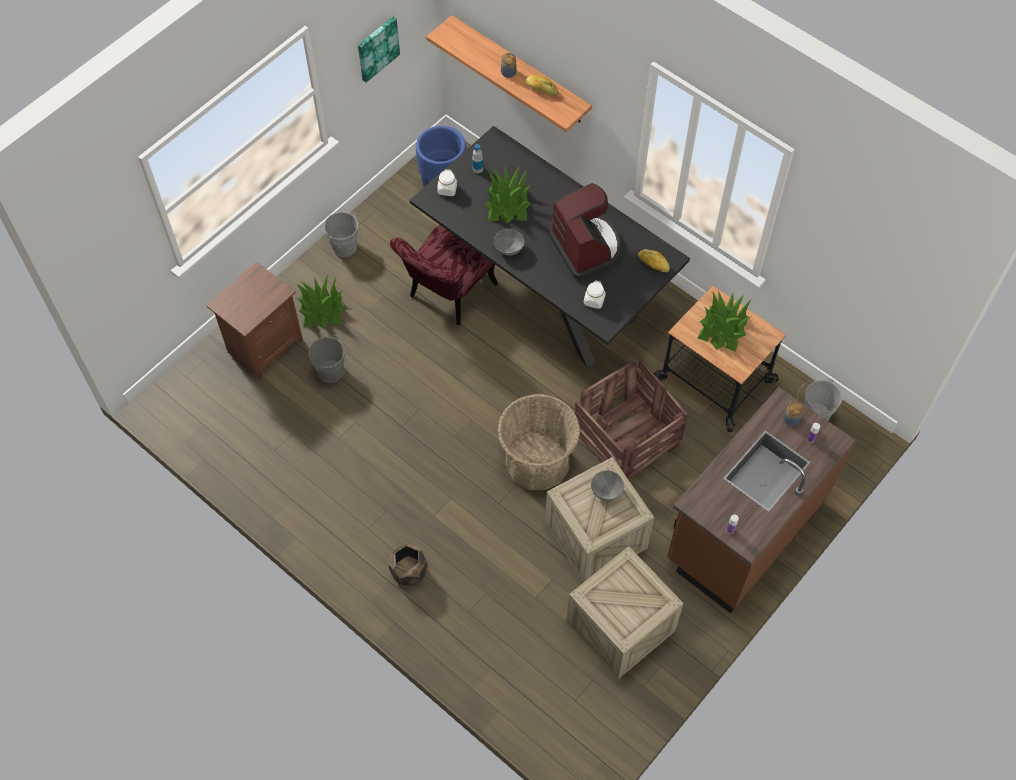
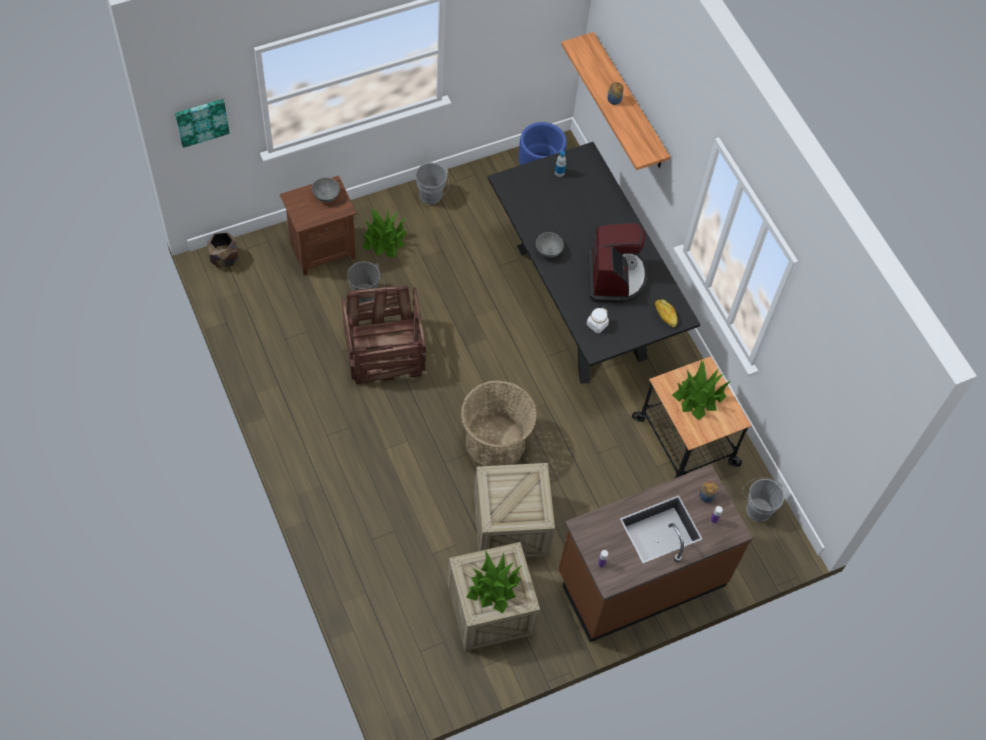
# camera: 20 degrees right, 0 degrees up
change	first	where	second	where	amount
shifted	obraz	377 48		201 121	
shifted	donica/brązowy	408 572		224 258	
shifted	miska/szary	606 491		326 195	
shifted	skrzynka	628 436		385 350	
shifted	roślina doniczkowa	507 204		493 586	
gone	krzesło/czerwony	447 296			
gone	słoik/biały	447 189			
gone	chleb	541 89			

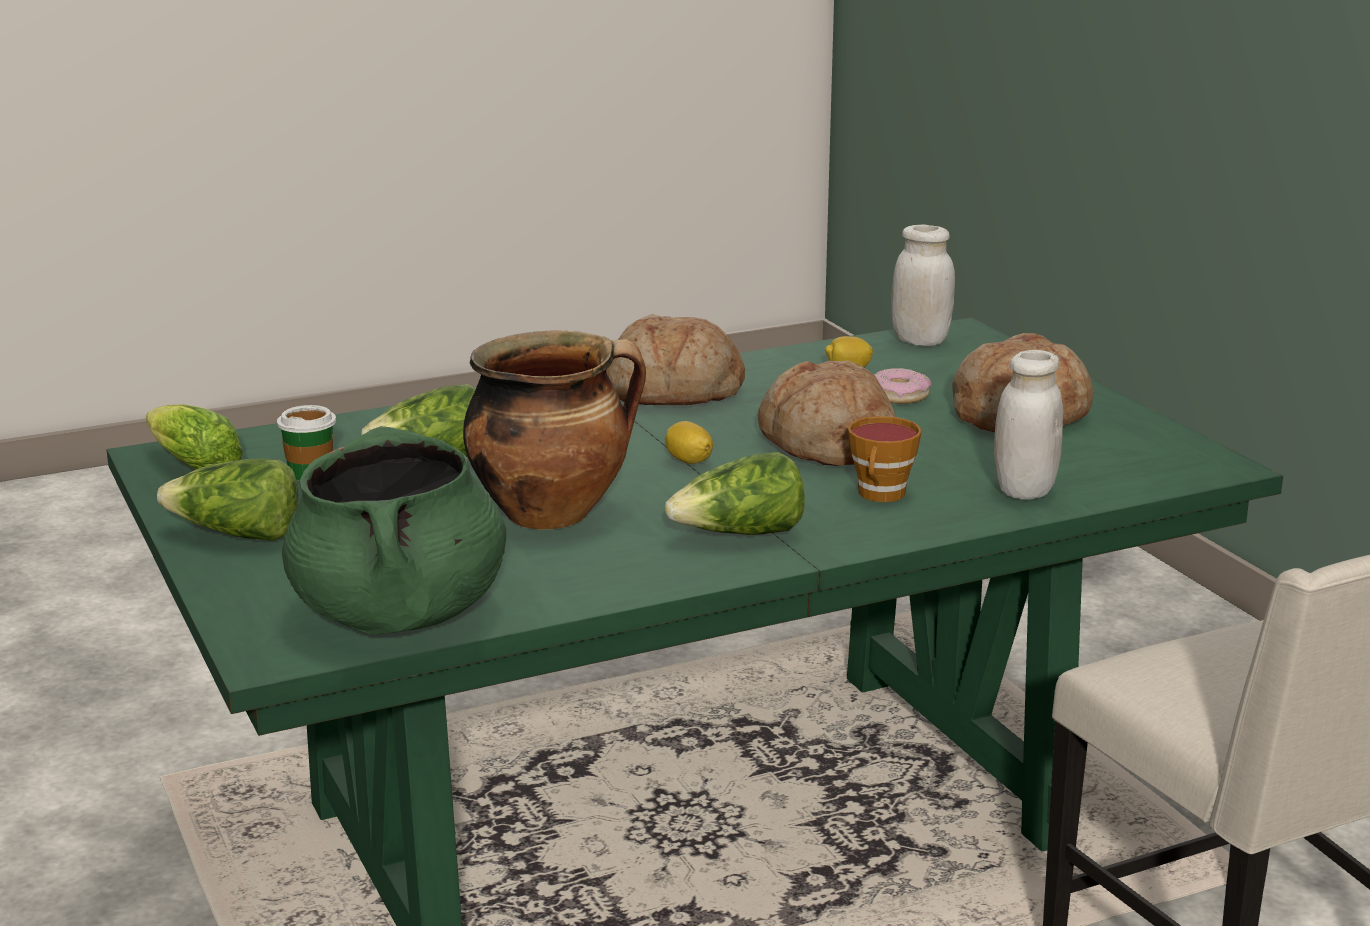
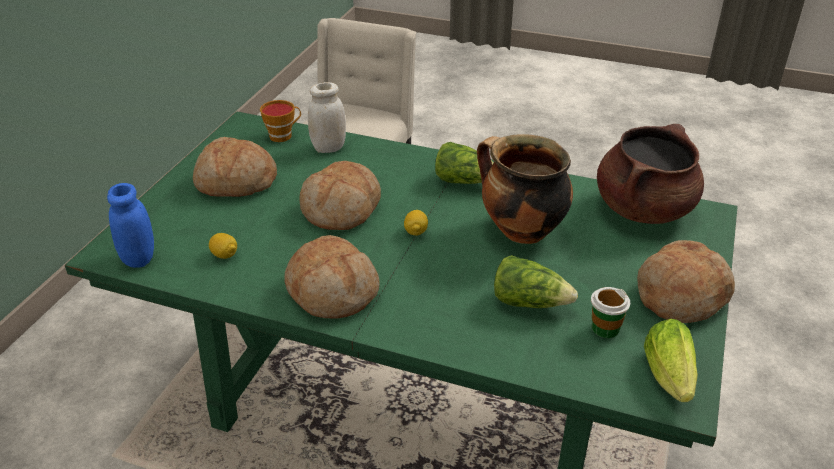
# camera: 135 degrees left, 15 degrees up
change	first	where	second	where	amount
repainted	słoik/biały	920 341	słoik/niebieski	139 258	
shifted	filiżanka	881 495		283 135	
repainted	garnek/zielony	399 614	garnek/brązowy	643 209	
swapped	sałata	237 535	chleb	680 295	
gone	donut	899 395			

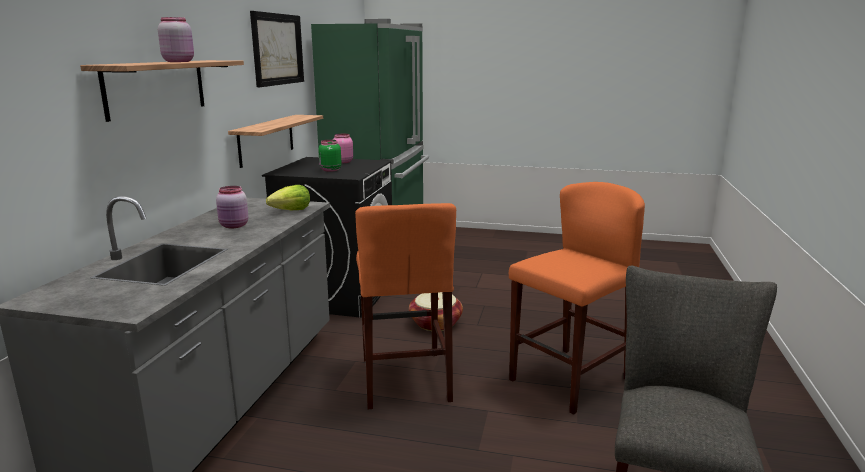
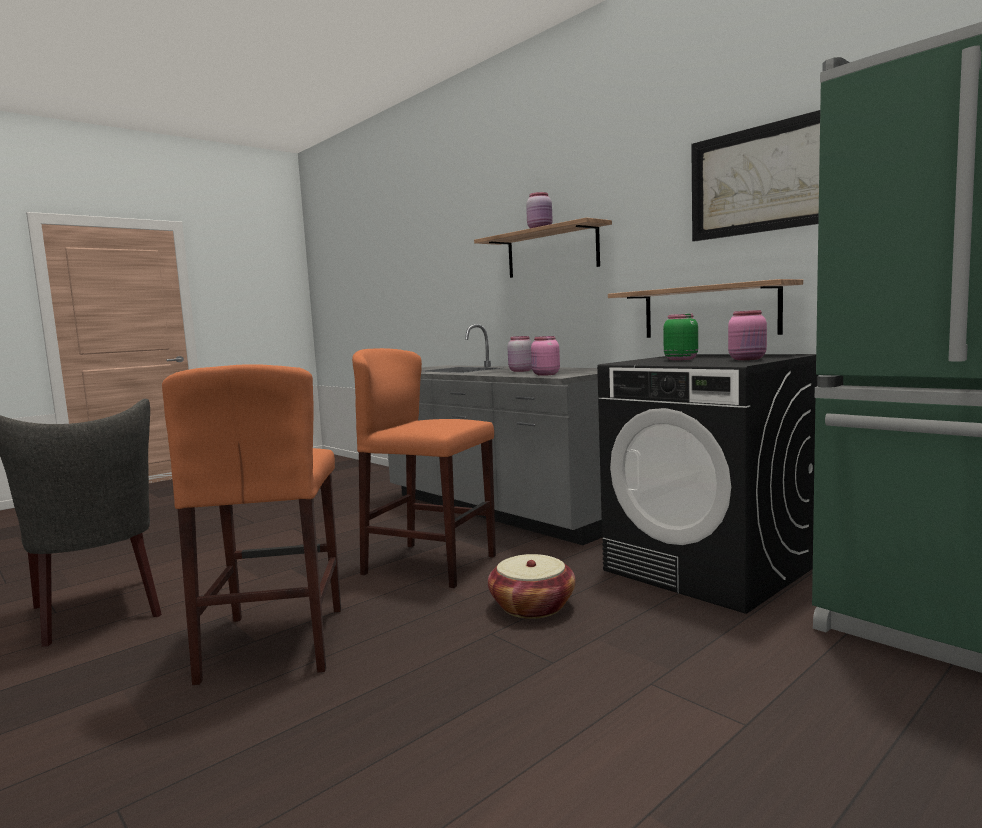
# camera: 125 degrees right, 10 degrees down
change	first	where	second	where	amount
swapped	sałata	291 210	słoik/różowy	545 374	

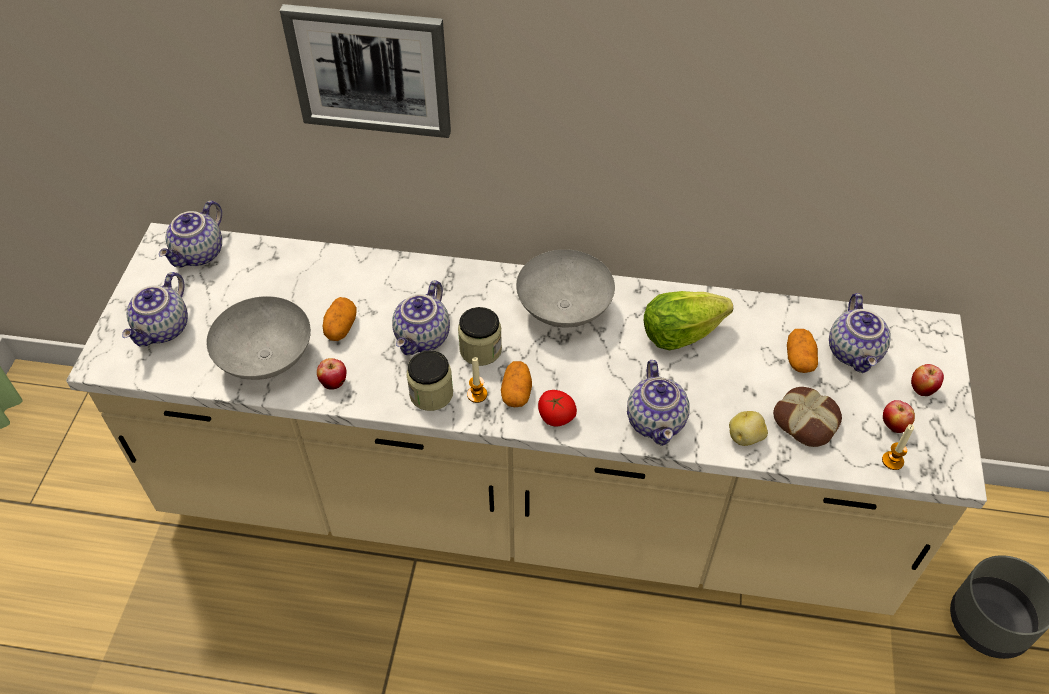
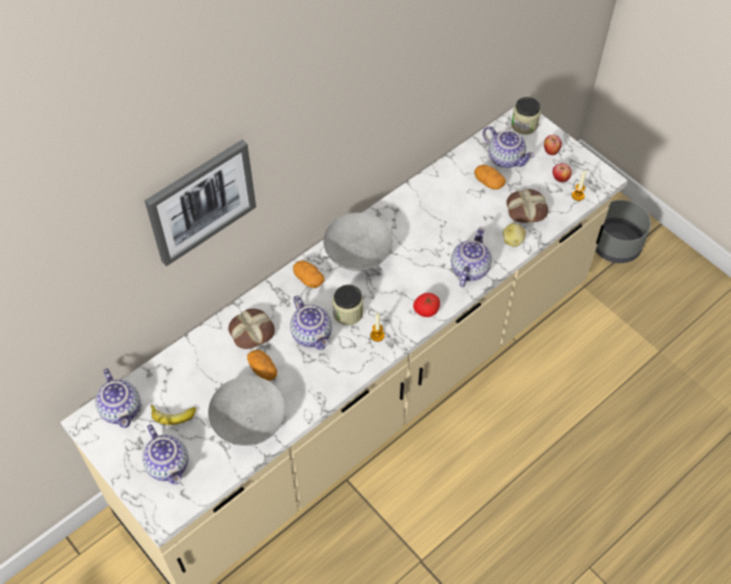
# camera: 50 degrees left, 5 degrees up
change	first	where	second	where	amount
new			banan	172 417	
new			chleb	251 331	
shifted	ziemniak	516 392		308 279	
rotated	imbryk	656 420		469 269	105 degrees counterclockwise
shifted	słoik	431 394		524 125	
gone	jabłko	334 383			
gone	sałata	680 333			

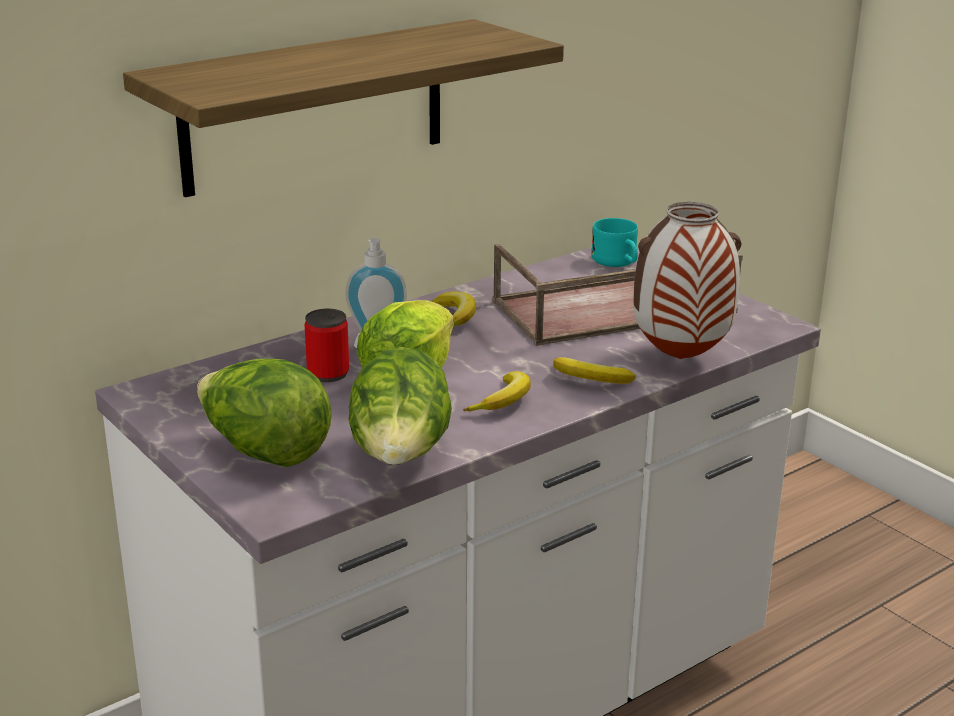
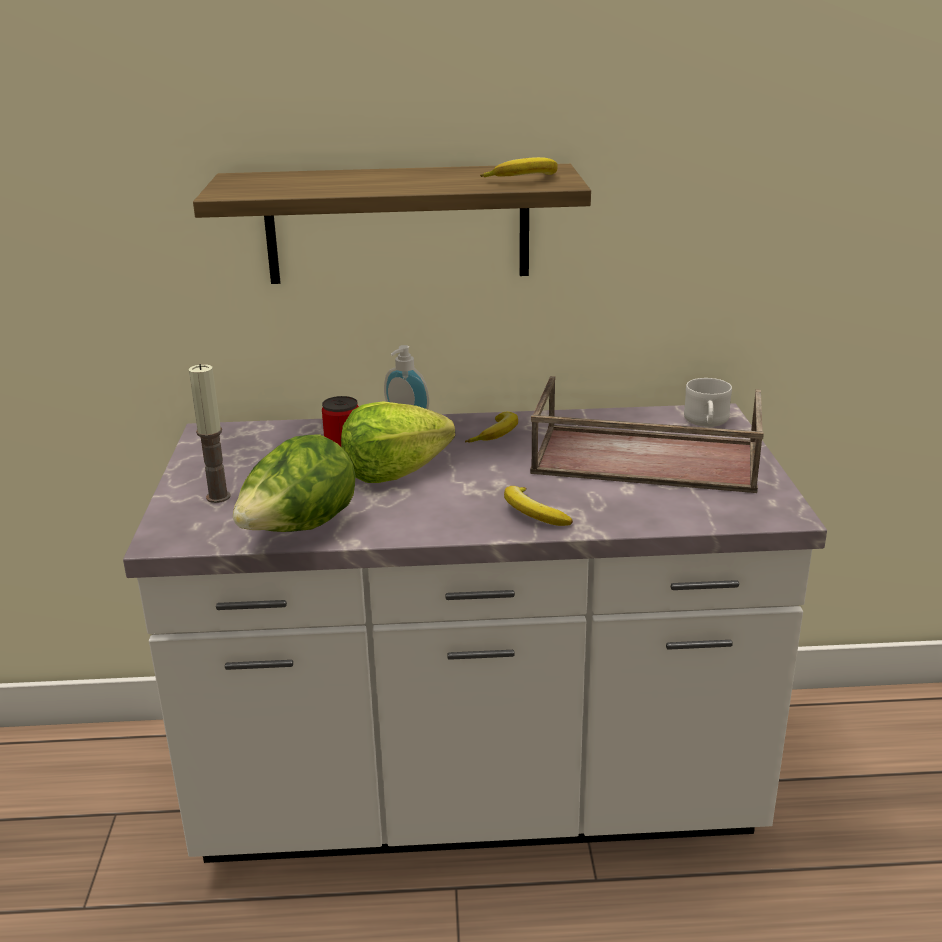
# camera: 35 degrees right, 0 degrees up
change	first	where	second	where	amount
swapped	sałata	264 452	świeca	218 497	
shifted	banan	504 401		525 179	
repainted	kubek/turkusowy	618 262	kubek/biały	706 422	
gone	wazon	679 359			

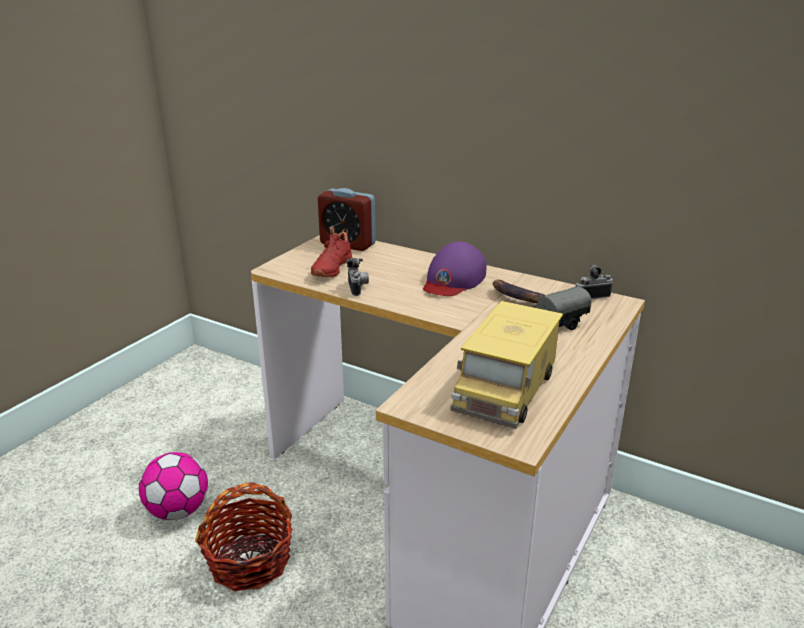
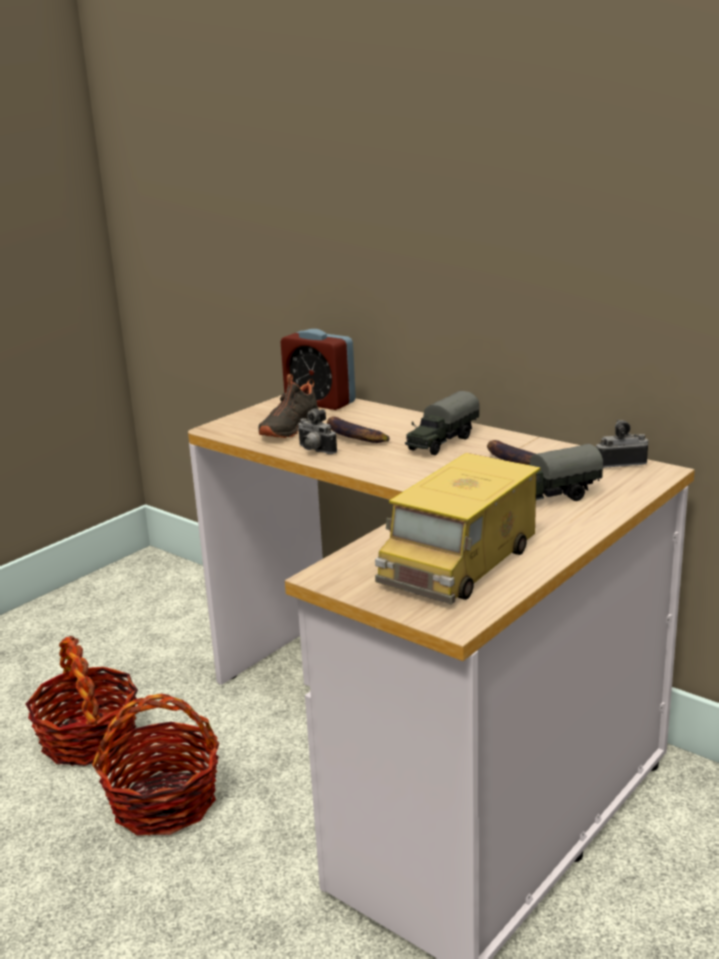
# camera: 10 degrees right, 5 degrees down
change	first	where	second	where	amount
swapped	piłka futbolowa	178 511	koszyk	89 738	
repainted	but/czerwony	330 268	but/czarny	288 428	
rotated	aparat fotograficzny	358 288		314 451	135 degrees clockwise
new			banan	354 437	
swapped	czapka z daszkiem/fioletowy	453 279	ciężarówka zabawkowa	441 442	

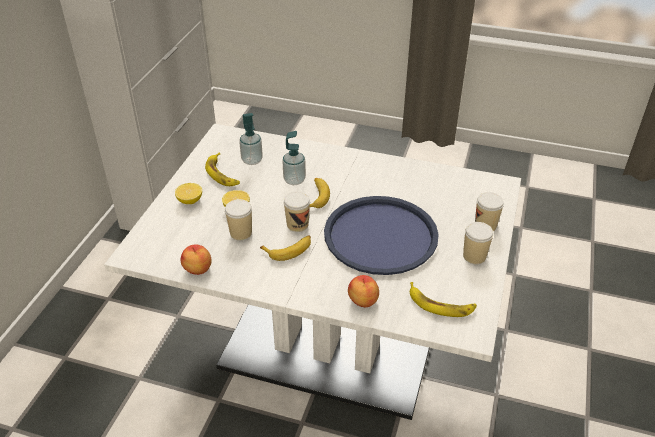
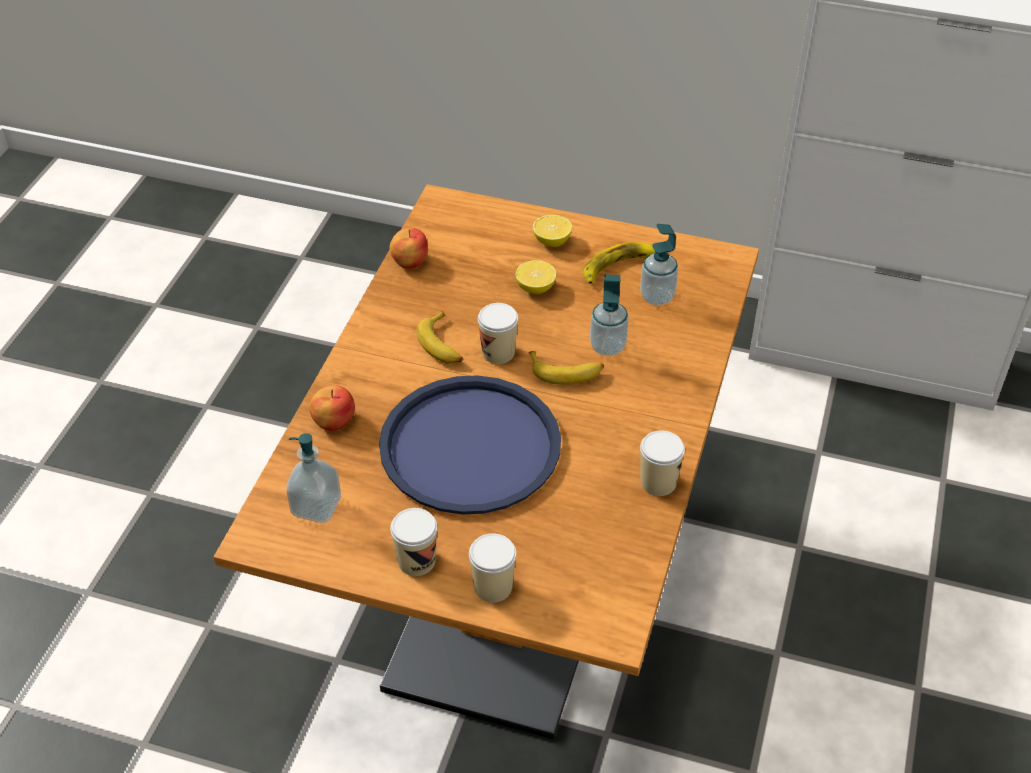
# camera: 90 degrees right, 5 degrees up
change	first	where	second	where	amount
repainted	stół jadalny/biały	327 351	stół jadalny/brązowy	515 583	
swapped	banan	440 304	dozownik mydła	316 507	
shifted	filiżanka	241 233		658 482	

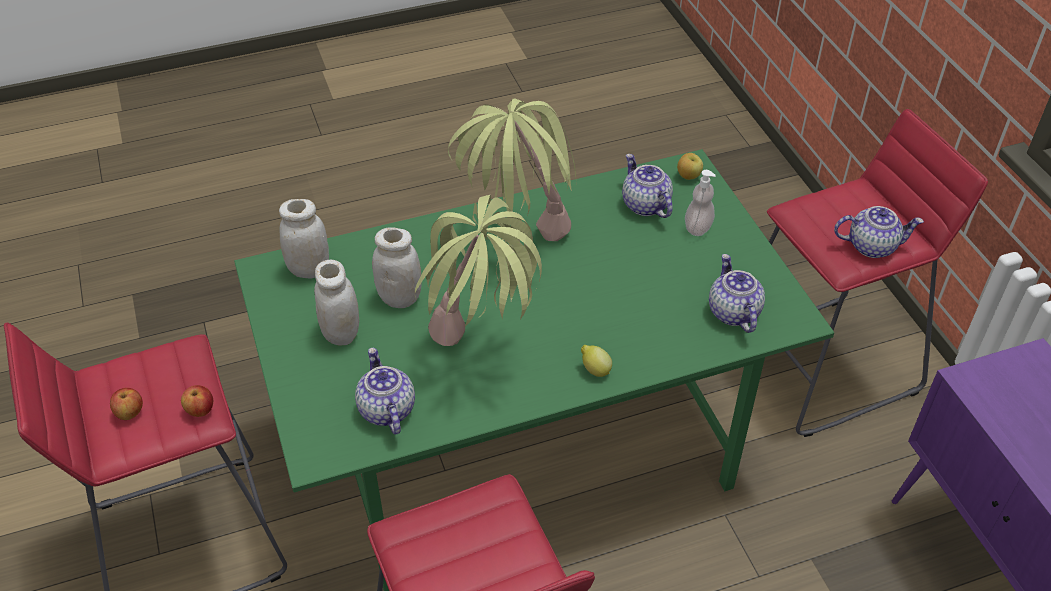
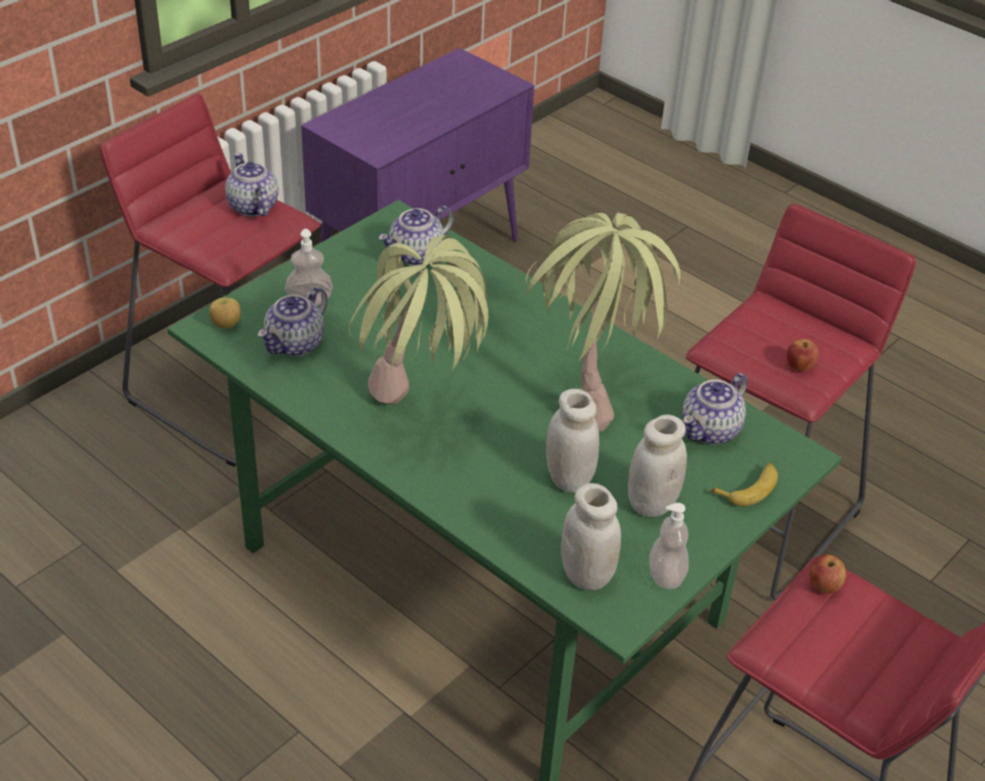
# camera: 120 degrees left, 5 degrees down
change	first	where	second	where	amount
new			dozownik mydła	666 575	
new			banan	749 488	
shifted	jabłko	130 413		799 367	
gone	cytryna	595 370			

